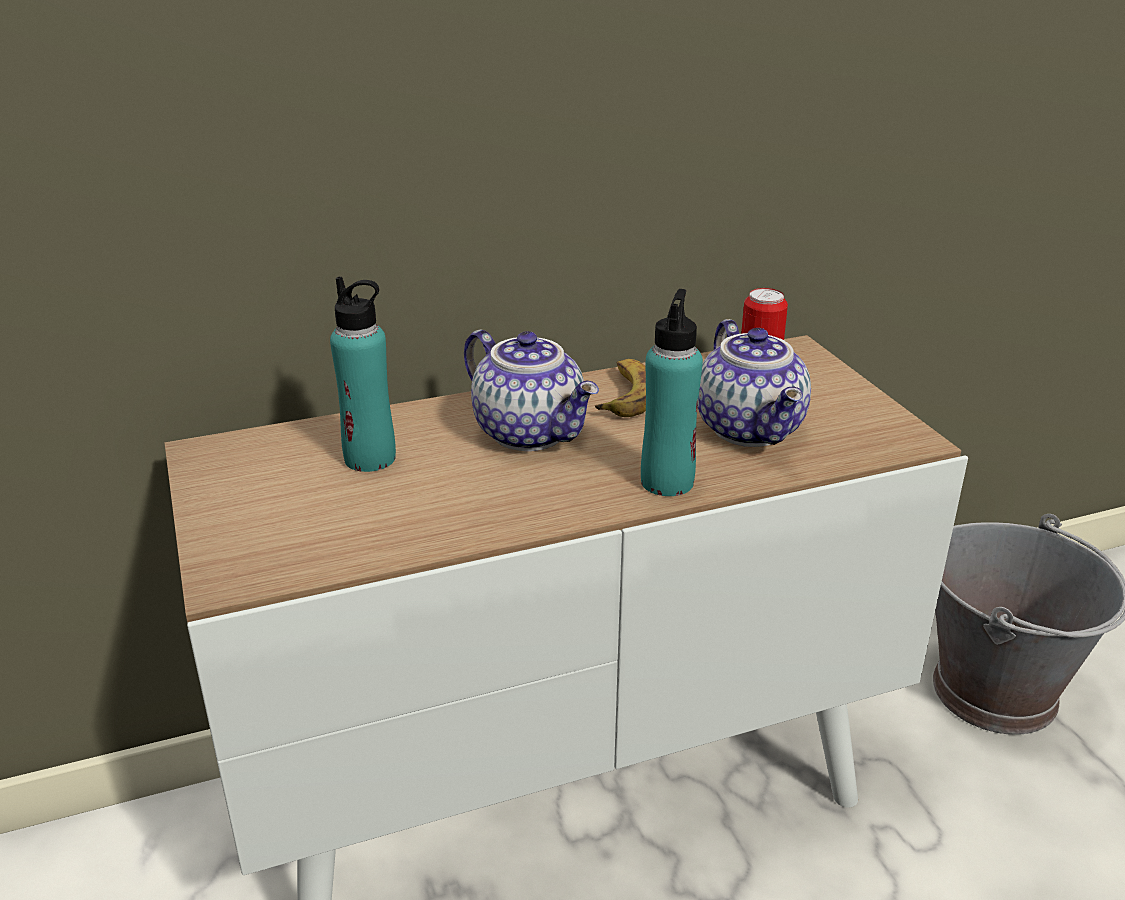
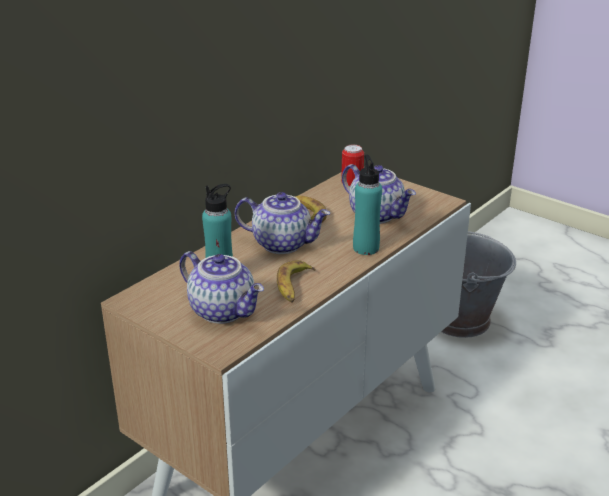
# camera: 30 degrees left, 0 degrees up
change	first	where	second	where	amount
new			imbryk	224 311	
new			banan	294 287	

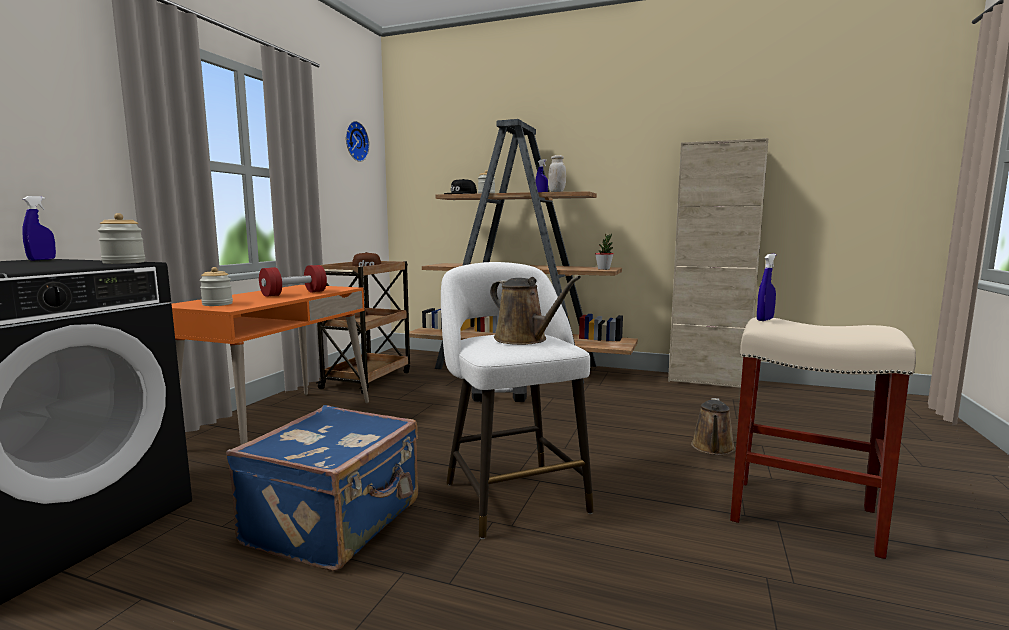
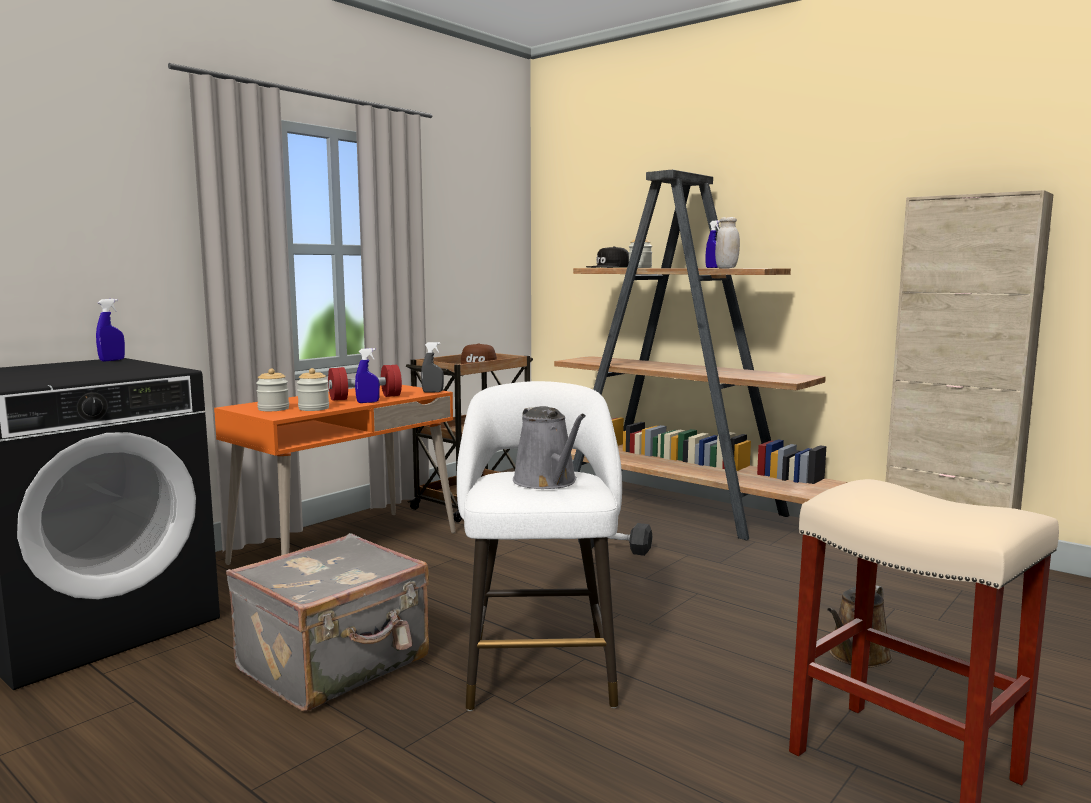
# camera: 20 degrees right, 0 degrees up
change	first	where	second	where	amount
repainted	walizka/niebieski	337 523	walizka/szary	336 665	
shifted	słoik	124 262		313 408	
shifted	spryskiwacz/niebieski	765 319		368 402	
new			spryskiwacz/szary	432 392	
repainted	konewka/brązowy	524 339	konewka/szary	547 482	
gone	zegar ścienny	355 141			
gone	roślina doniczkowa	603 269			

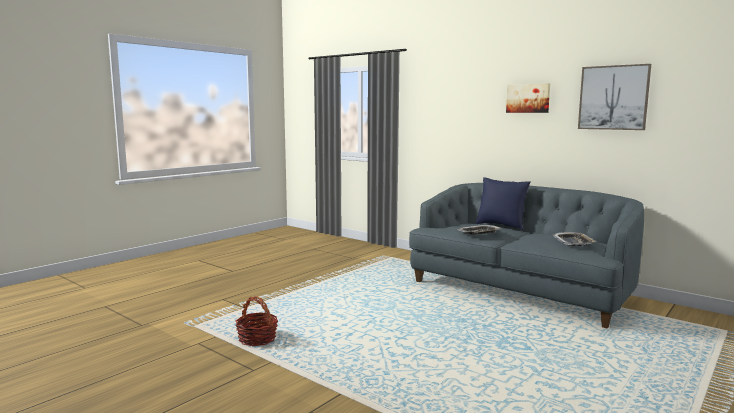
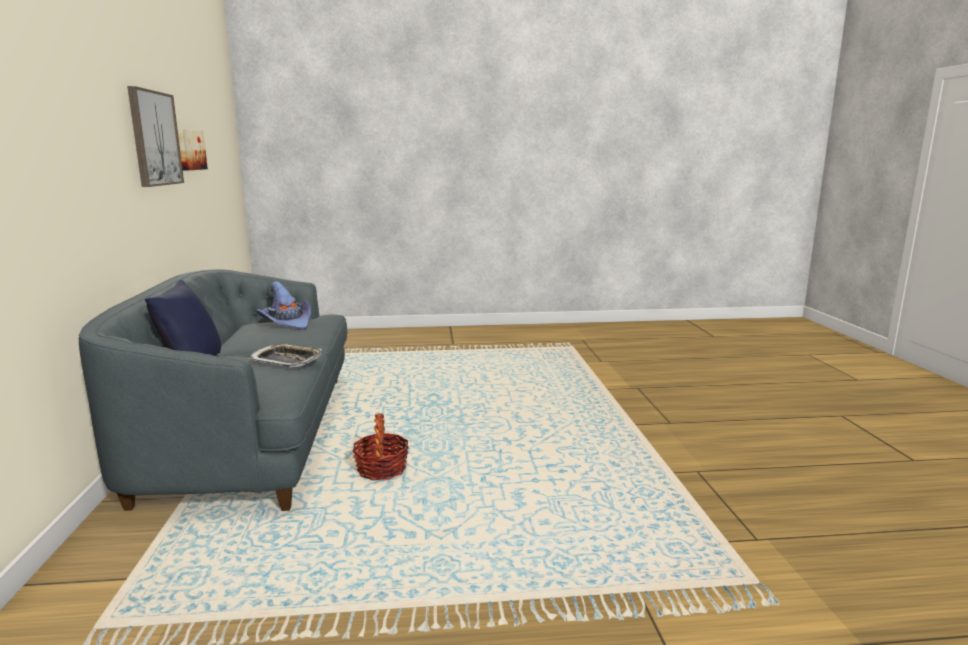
# camera: 135 degrees left, 5 degrees up
change	first	where	second	where	amount
shifted	obraz	528 98		189 149	
swapped	taca	573 242	kapelusz/fioletowy	287 323	
shifted	koszyk	257 339		381 469	

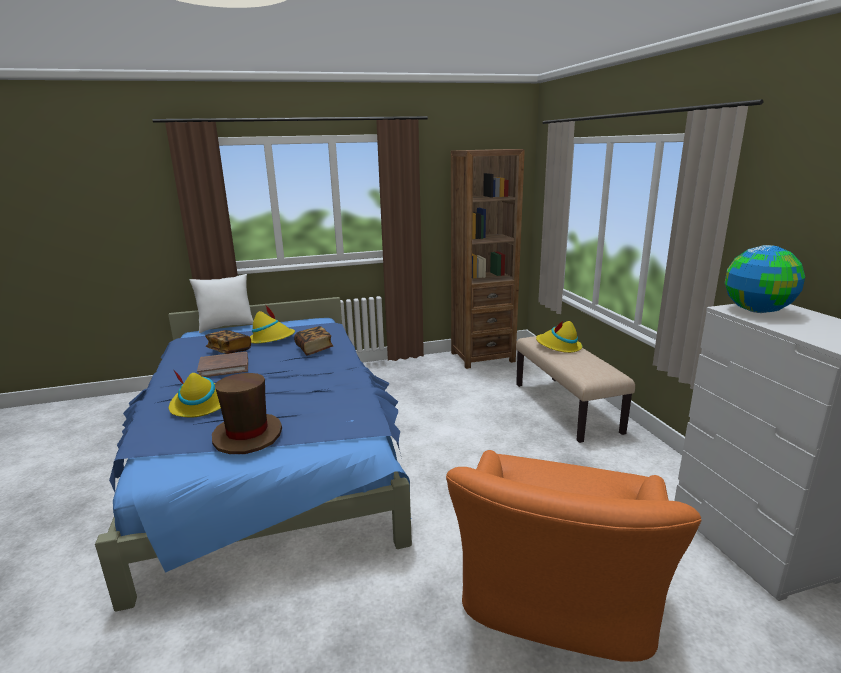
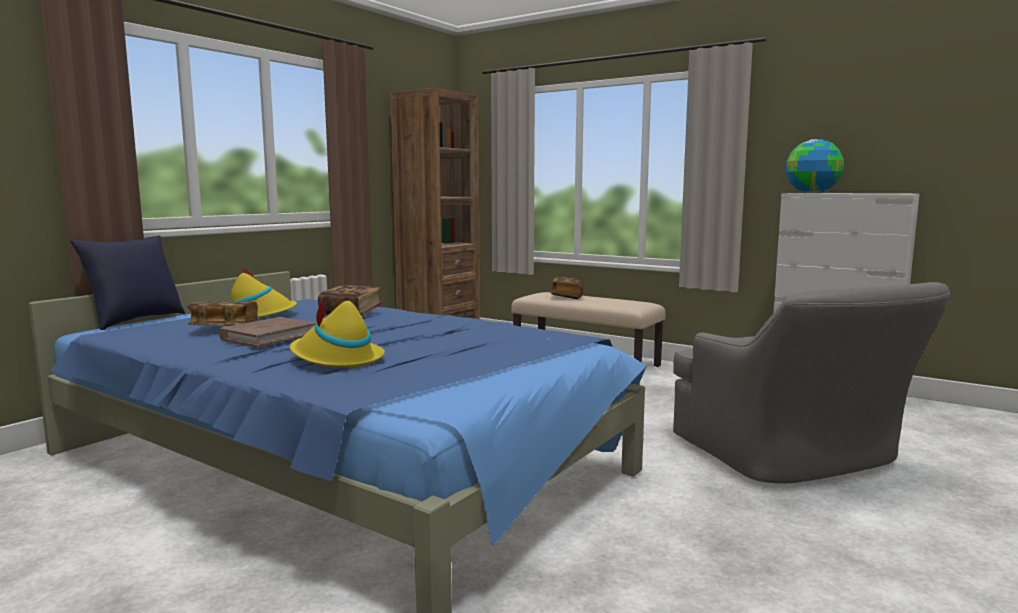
# camera: 40 degrees left, 10 degrees down
change	first	where	second	where	amount
repainted	poduszka/biały	226 326	poduszka/niebieski	135 321	
swapped	kapelusz/żółty	558 346	książka	567 296	
repainted	fotel/pomarańczowy	556 599	fotel/szary	795 458	
gone	kapelusz/brązowy	248 435			

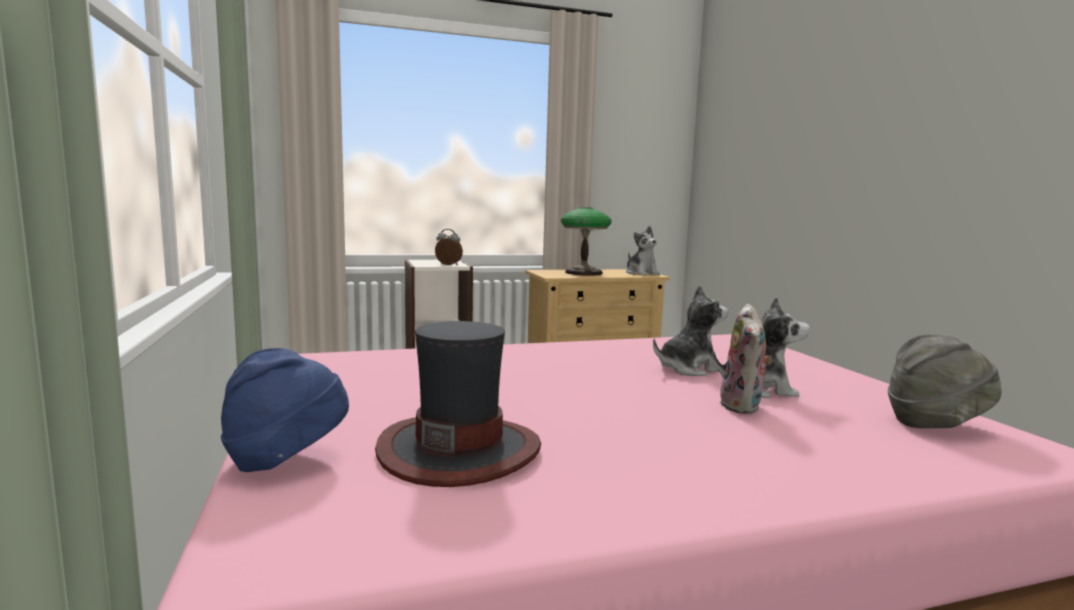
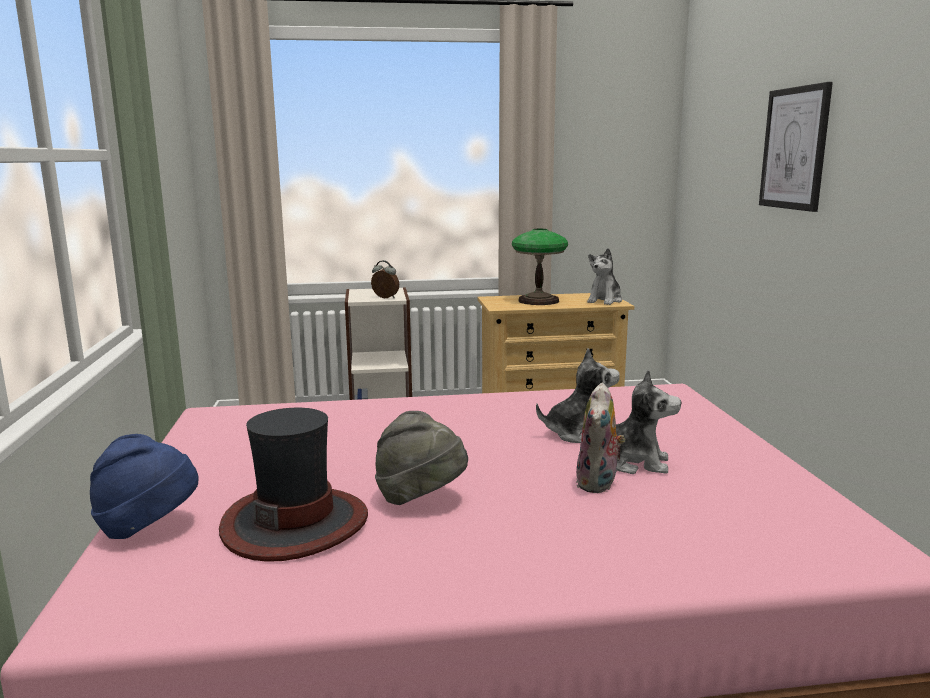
# camera: 10 degrees right, 5 degrees up
change	first	where	second	where	amount
shifted	kapelusz/szary	936 424		421 498	
rotated	pluszak	641 273		605 301	45 degrees clockwise
new			obraz	794 148	

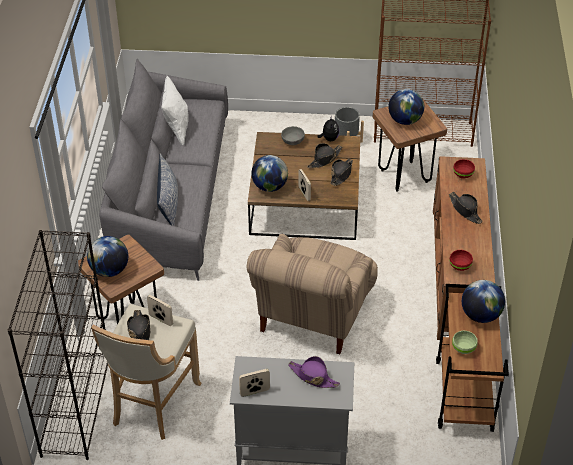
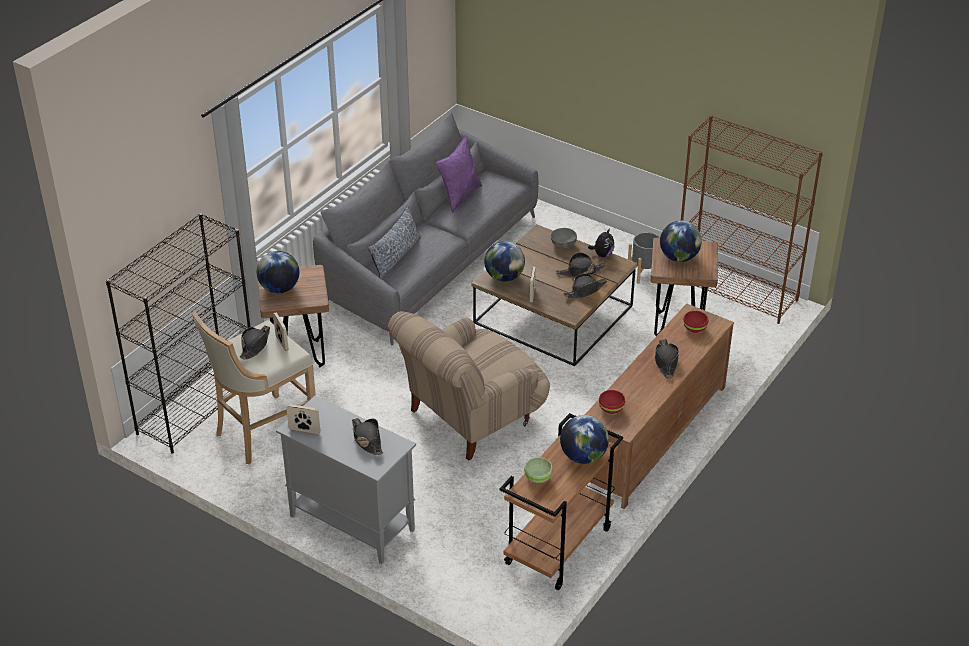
# camera: 30 degrees right, 5 degrees down
change	first	where	second	where	amount
repainted	kapelusz/fioletowy	313 377	kapelusz/czarny	367 440	
repainted	poduszka/biały	176 129	poduszka/fioletowy	459 196	

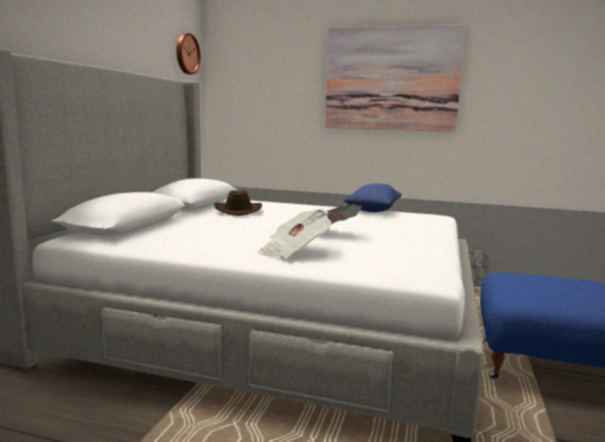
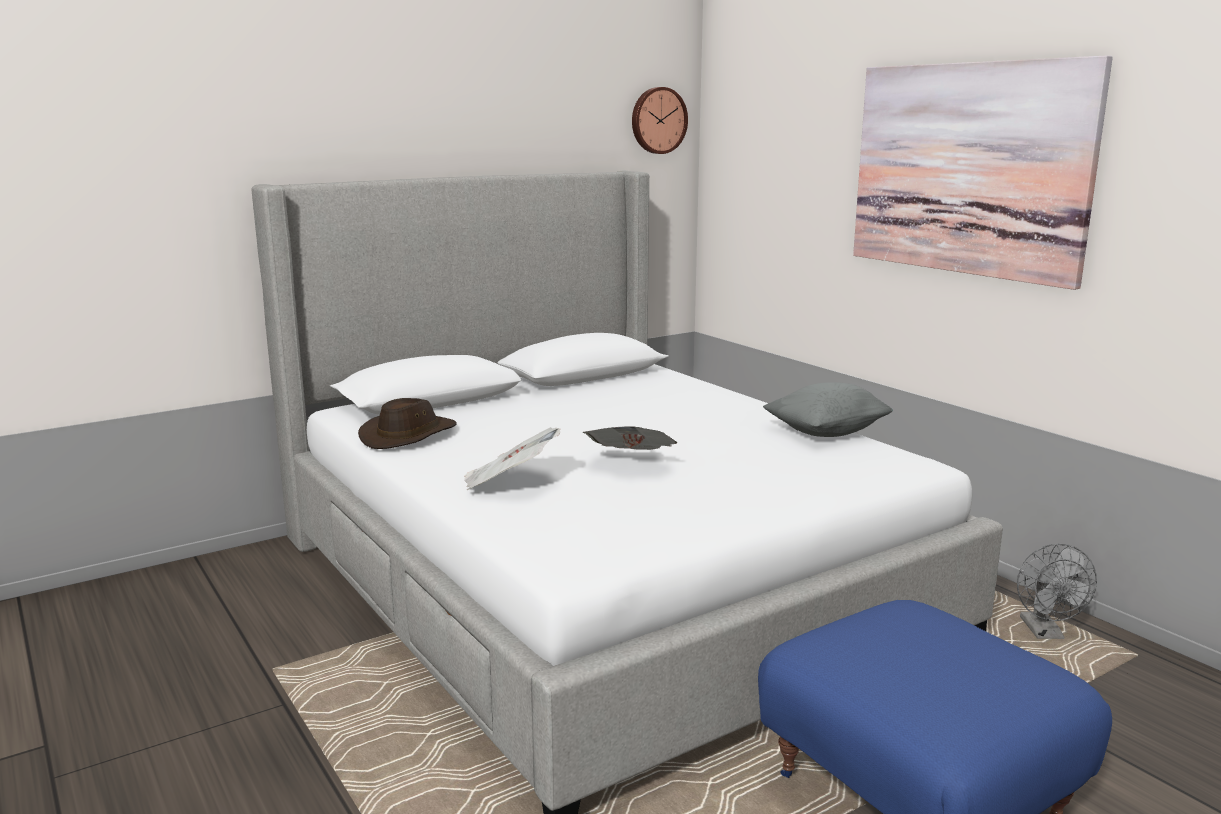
# camera: 40 degrees right, 5 degrees up
change	first	where	second	where	amount
shifted	kapelusz/brązowy	238 211		409 435	
repainted	poduszka/niebieski	372 211	poduszka/szary	826 432	

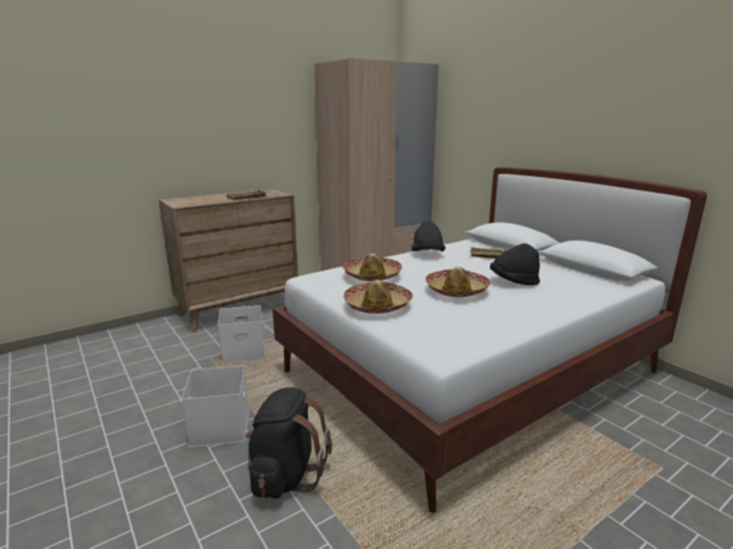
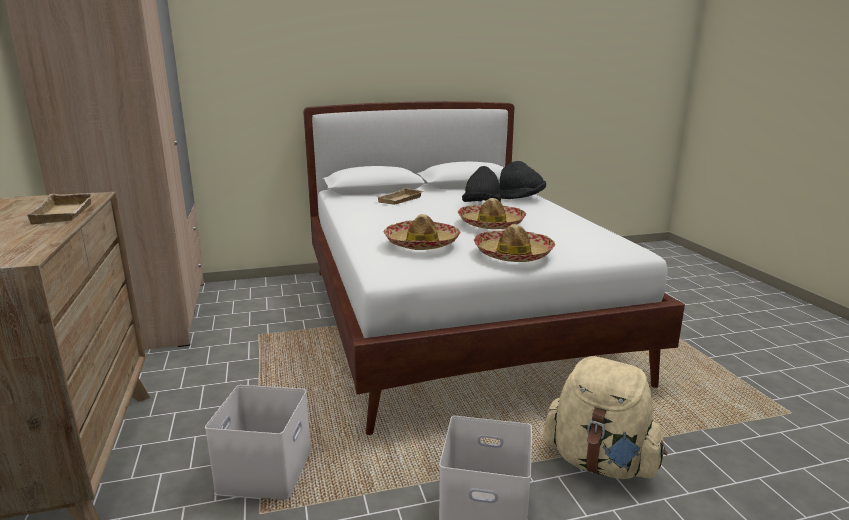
# camera: 70 degrees left, 0 degrees up
change	first	where	second	where	amount
shifted	kapelusz/czarny	427 254		521 198	
repainted	plecak/czarny	286 475	plecak/beżowy	600 462	

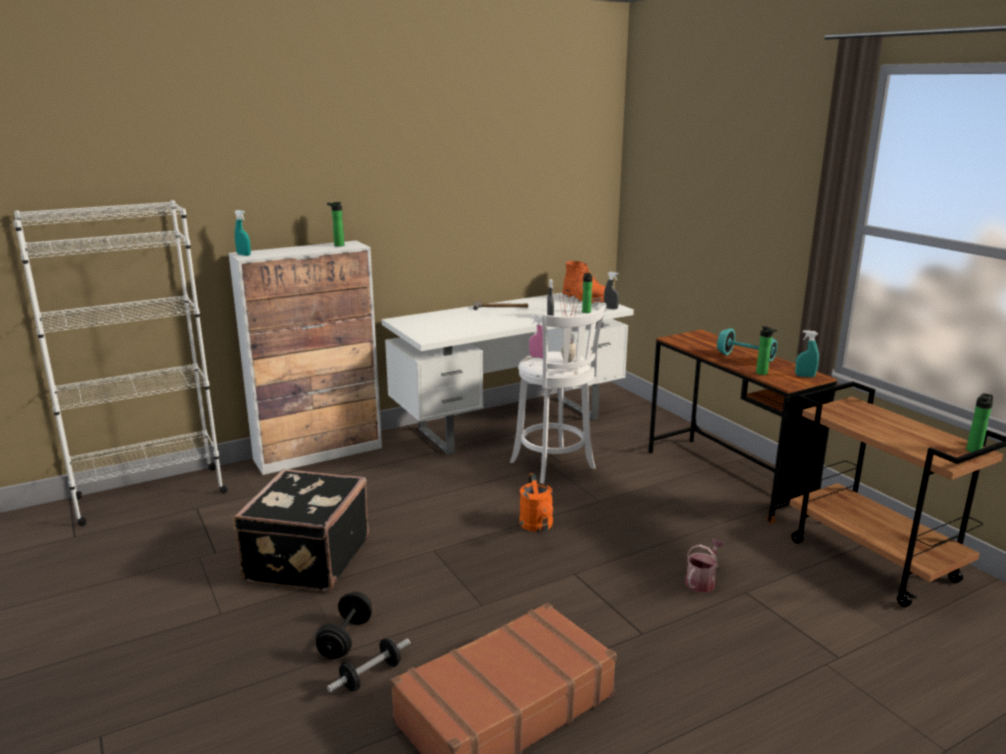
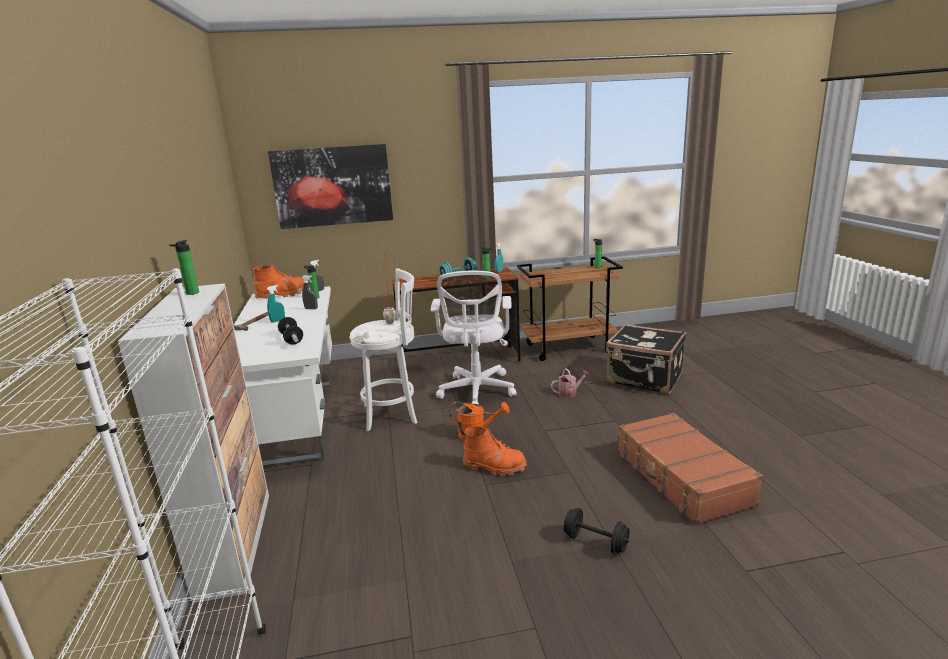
# camera: 70 degrees left, 0 degrees up
change	first	where	second	where	amount
shifted	spryskiwacz/turkusowy	244 255		278 321	
new			obraz	333 186	
shifted	hantel	371 676		291 339	
new			krzesło biurowe/biały	476 392	
new			but z cholewką/pomarańczowy	494 467	
rotated	konewka	702 581		569 393	105 degrees clockwise
shifted	walizka/czarny	305 559		644 379	
gone	spryskiwacz/różowy	537 357			

